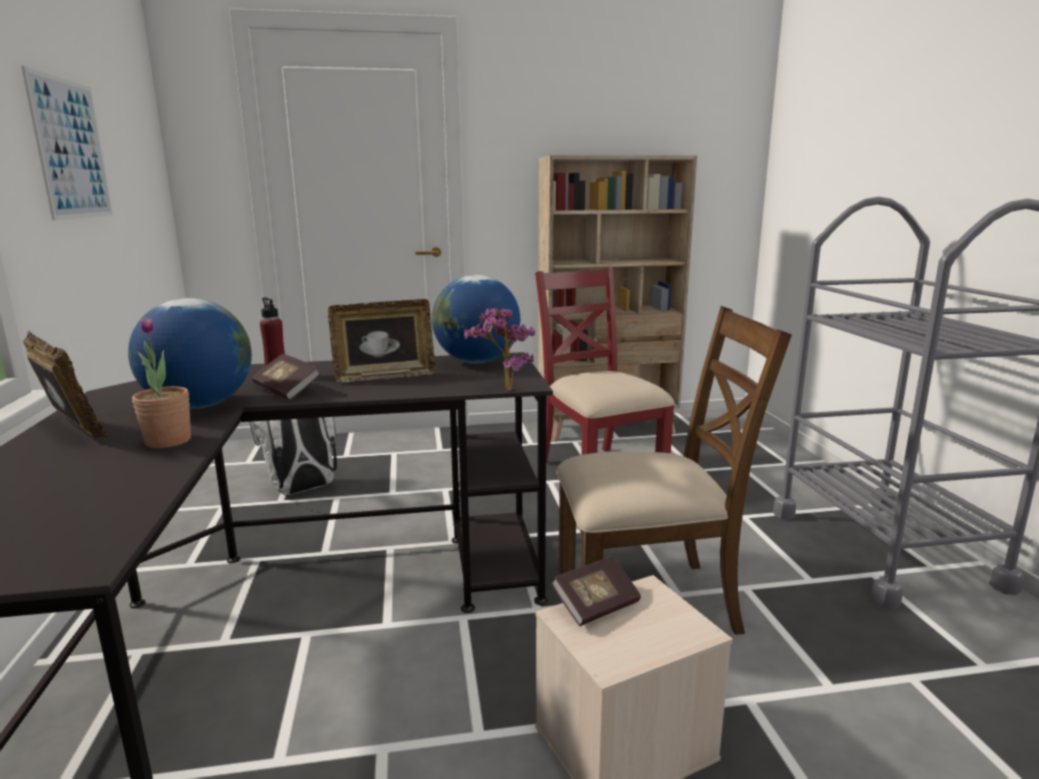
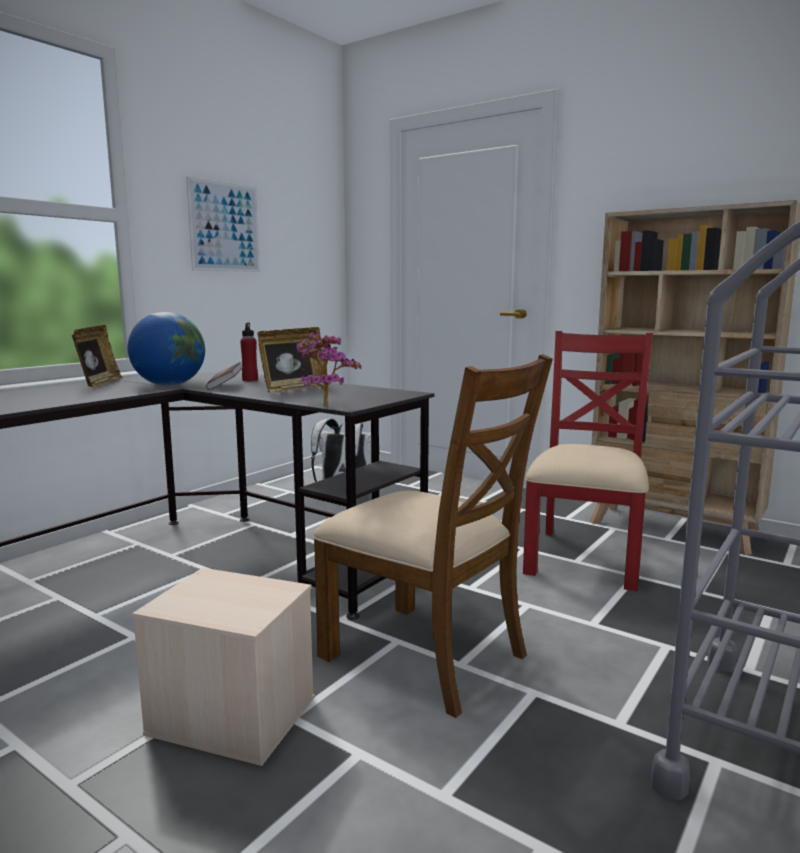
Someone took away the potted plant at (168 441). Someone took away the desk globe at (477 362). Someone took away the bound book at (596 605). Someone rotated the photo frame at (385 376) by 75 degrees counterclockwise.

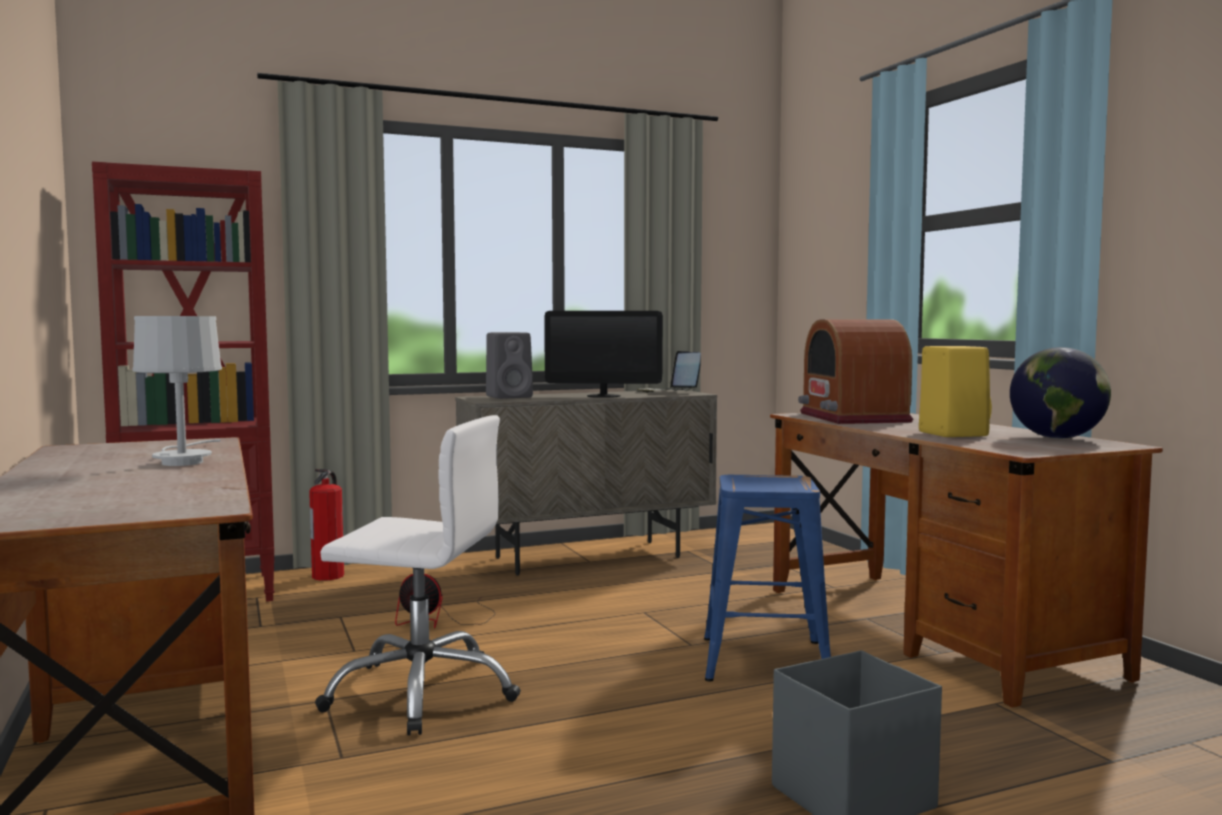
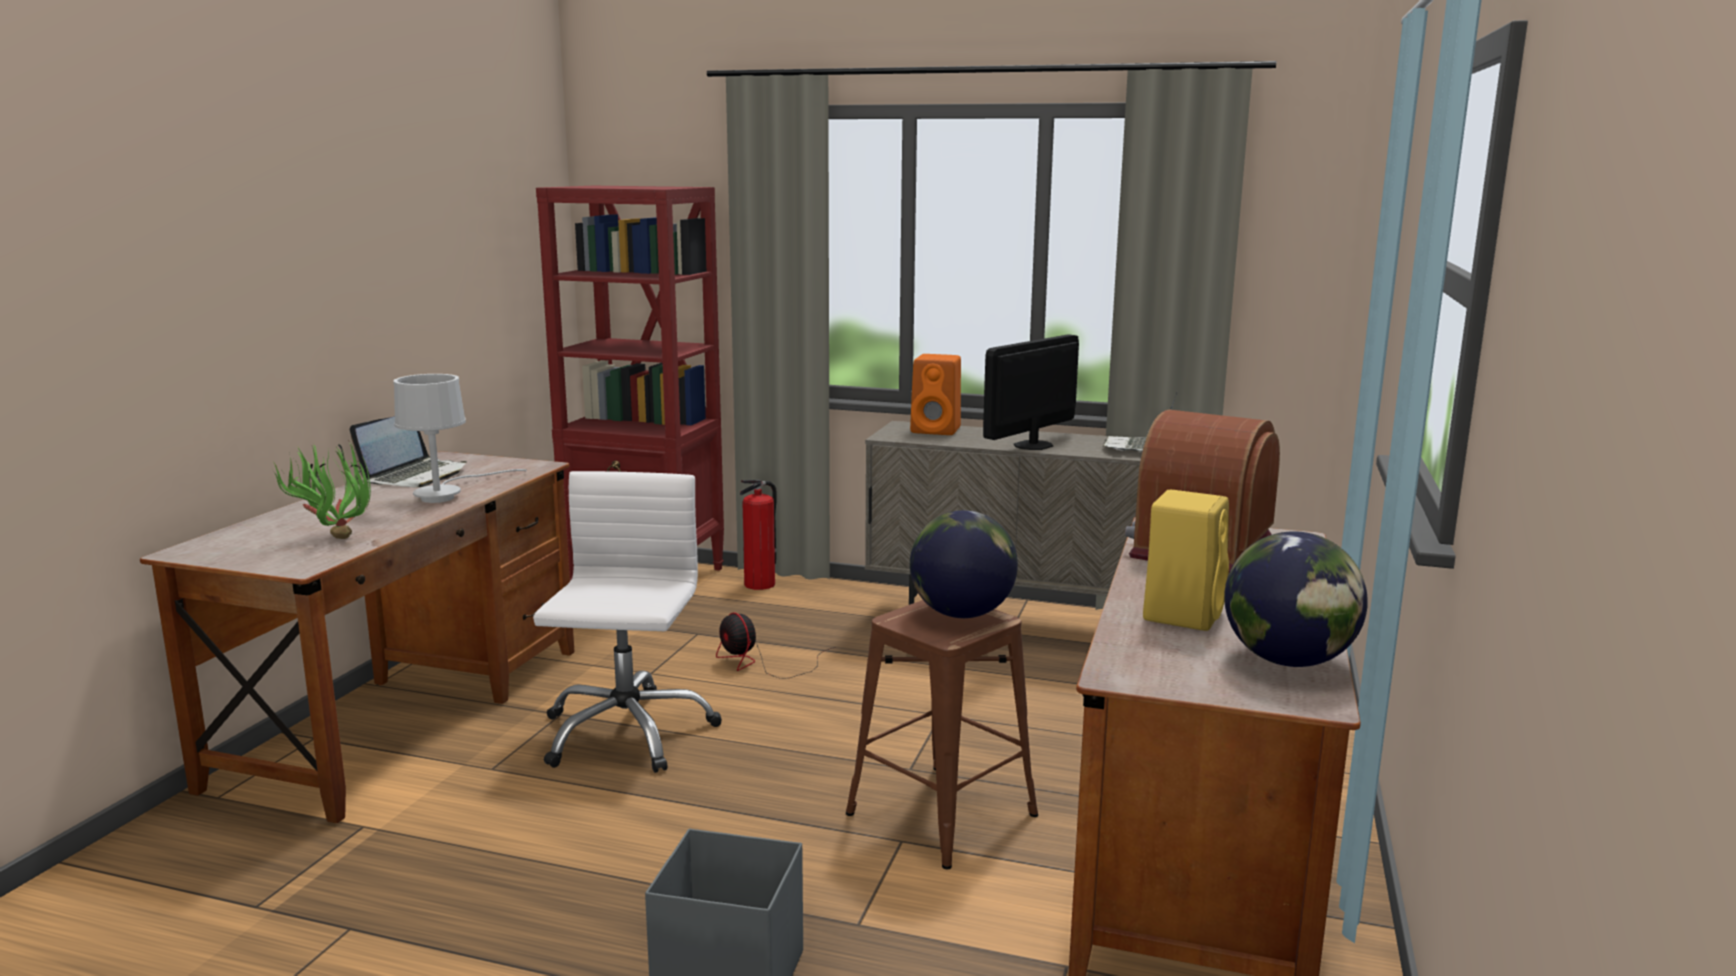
Someone put down the potted plant at (332 537). Someone put down the notebook computer at (415 476). Someone put down the desk globe at (961 614). Someone repainted the audio speaker in greyish at (510 396), which became the audio speaker in orange at (937 430). Someone repainted the stool seat in blue-coloured at (763 660), which became the stool seat in brown at (940 813). Someone rotated the office chair in whitish at (422 692) by 135 degrees counterclockwise. Someone rotated the monitor at (603 396) by 90 degrees clockwise.

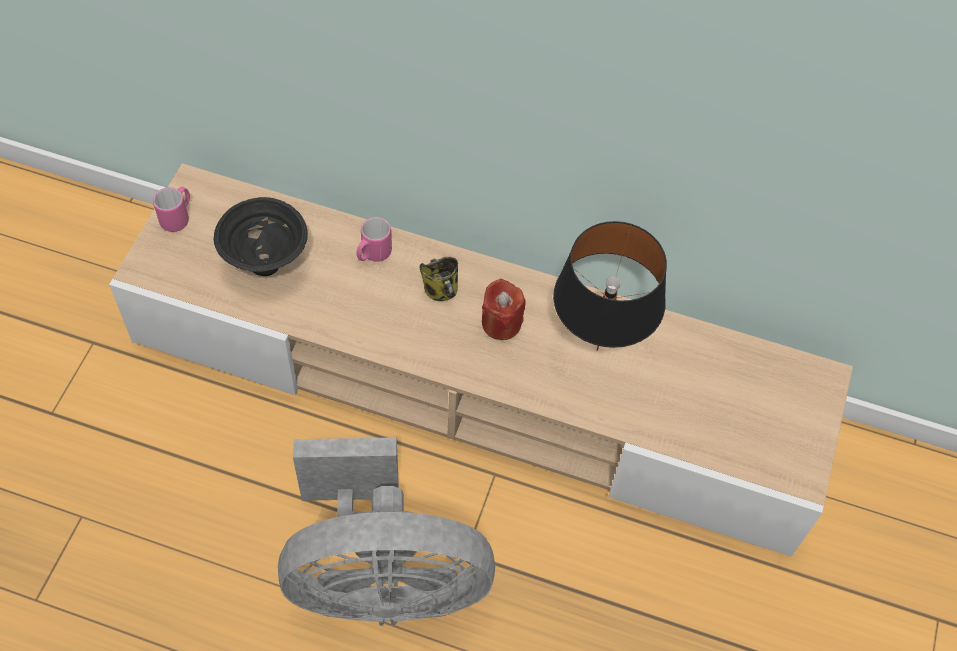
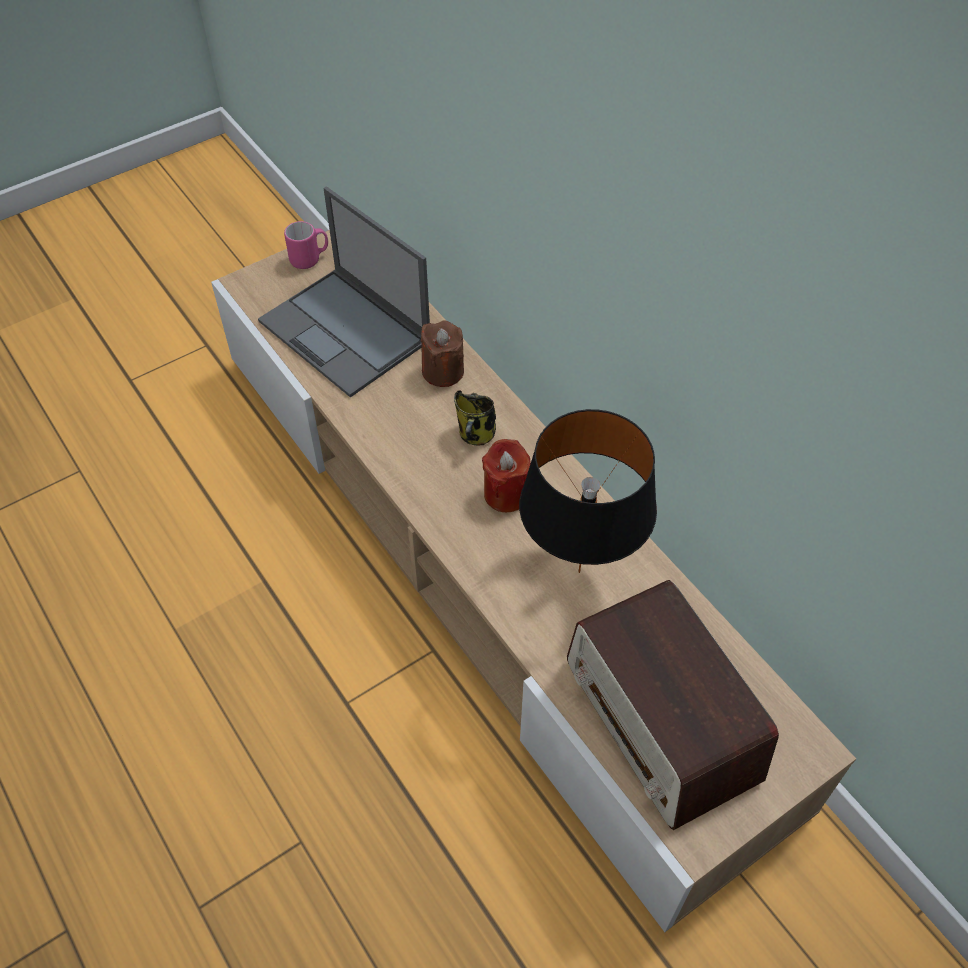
Someone took away the fan in greyish at (382 579). Someone put down the radio at (661 722). Someone swapped the serving bowl in black at (267 264) for the notebook computer at (346 332). Someone swapped the coffee mug in pinkish at (373 254) for the candle in brown at (443 371).

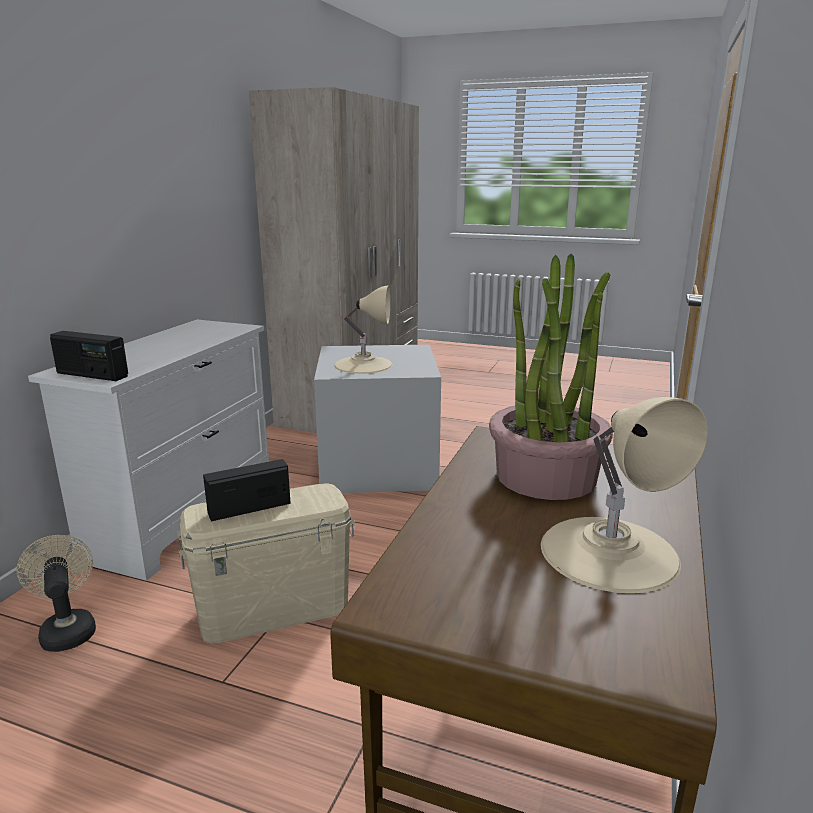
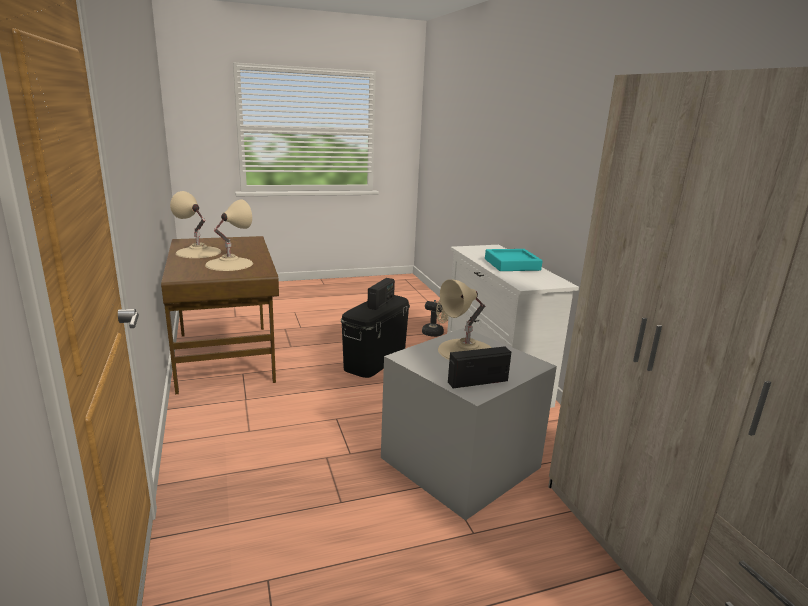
Someone put down the serving tray in turquoise-coloured at (512 264). Someone carried the radio from (92 375) to (477 381). Someone swapped the potted plant at (545 477) for the tabletop lamp in beige-coloured at (229 264). Someone repainted the storage bin in beige-coloured at (274 608), which became the storage bin in black at (375 360).

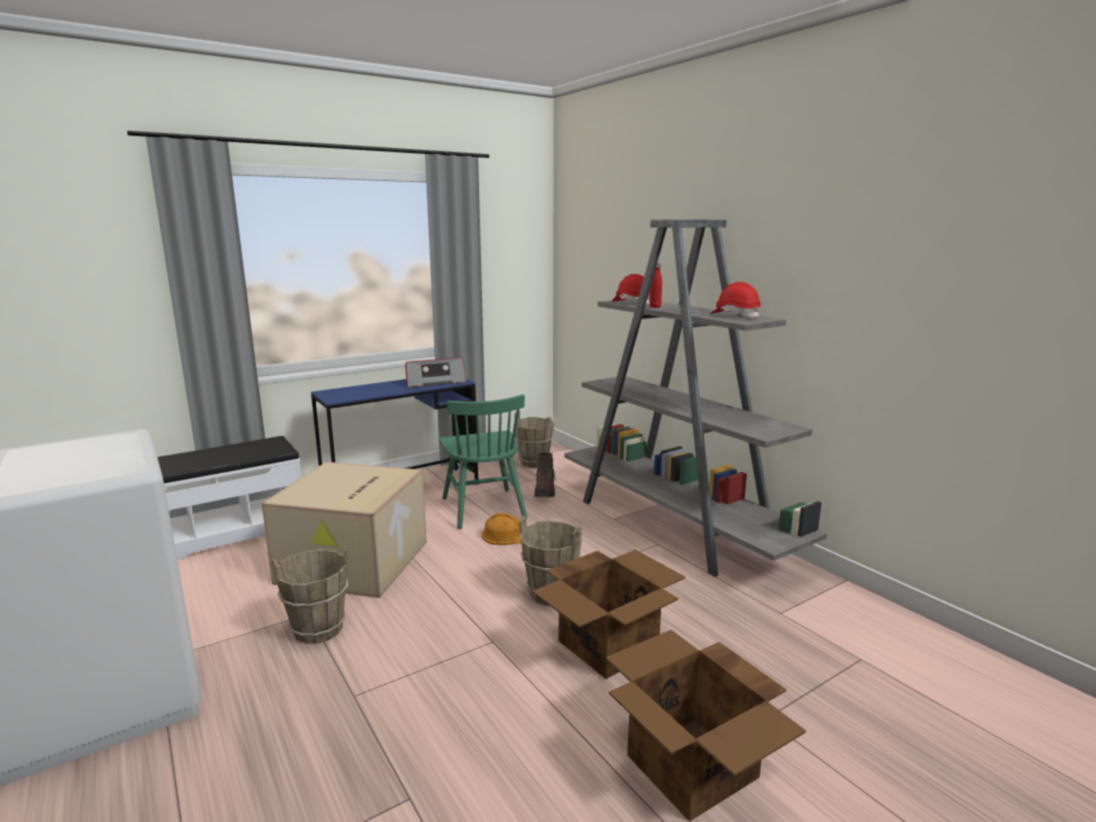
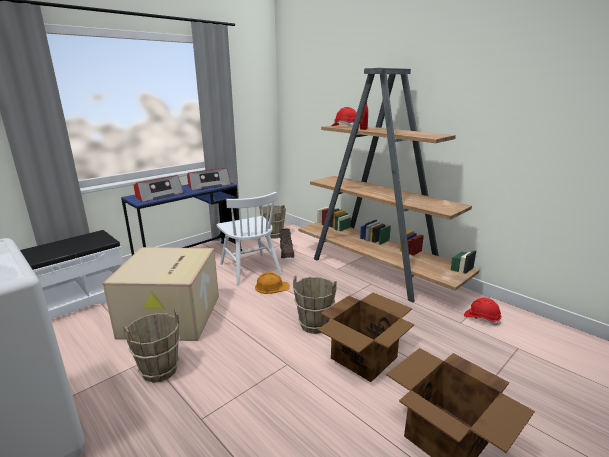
Someone put down the radio at (159 195). Someone carried the safety helmet in reddish from (735 315) to (481 318). Someone repainted the upright chair in greenish at (483 508), which became the upright chair in whitish at (250 268). Someone repainted the bookcase in greyish at (675 526), which became the bookcase in brown at (376 270).

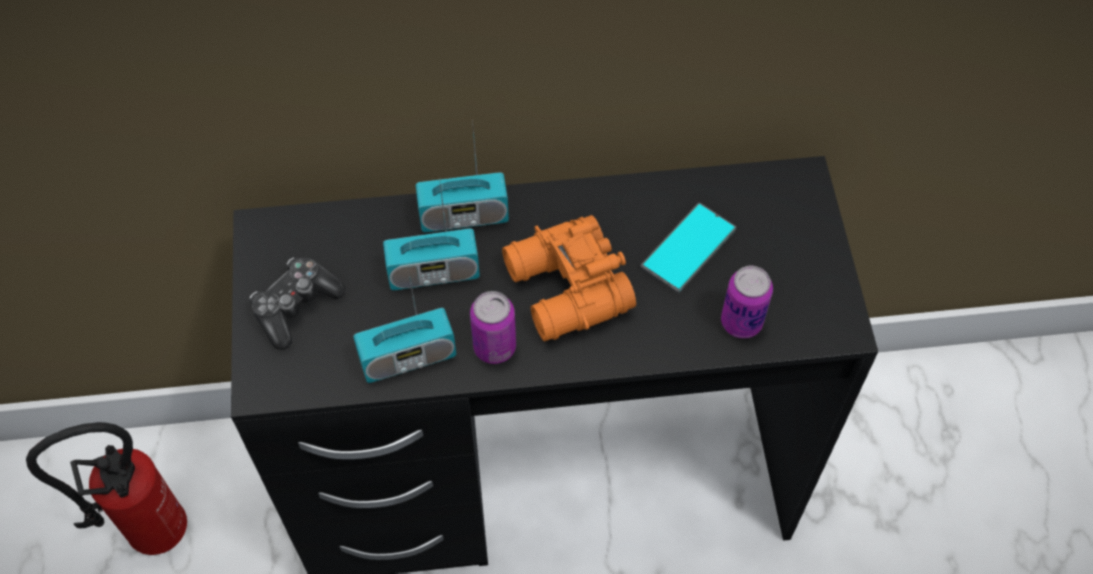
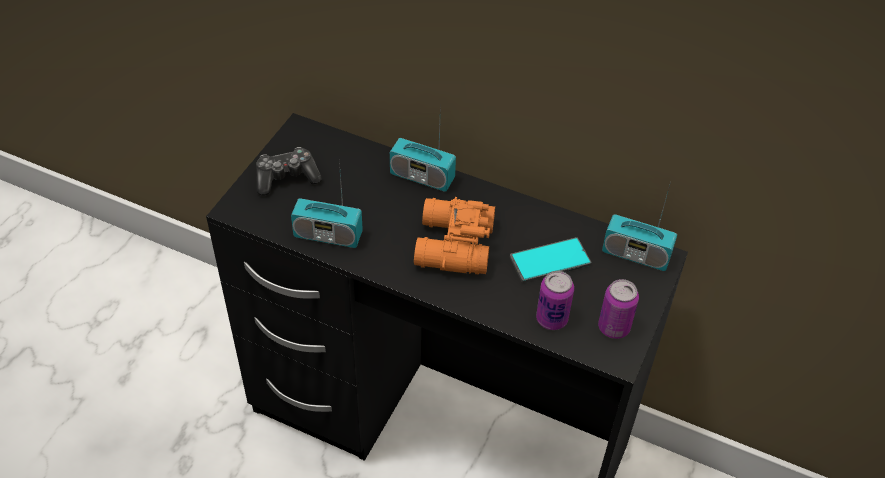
Someone took away the extinguisher at (149 531). Someone carried the radio from (433 273) to (636 254). Someone carried the sealed can from (494 347) to (613 327).

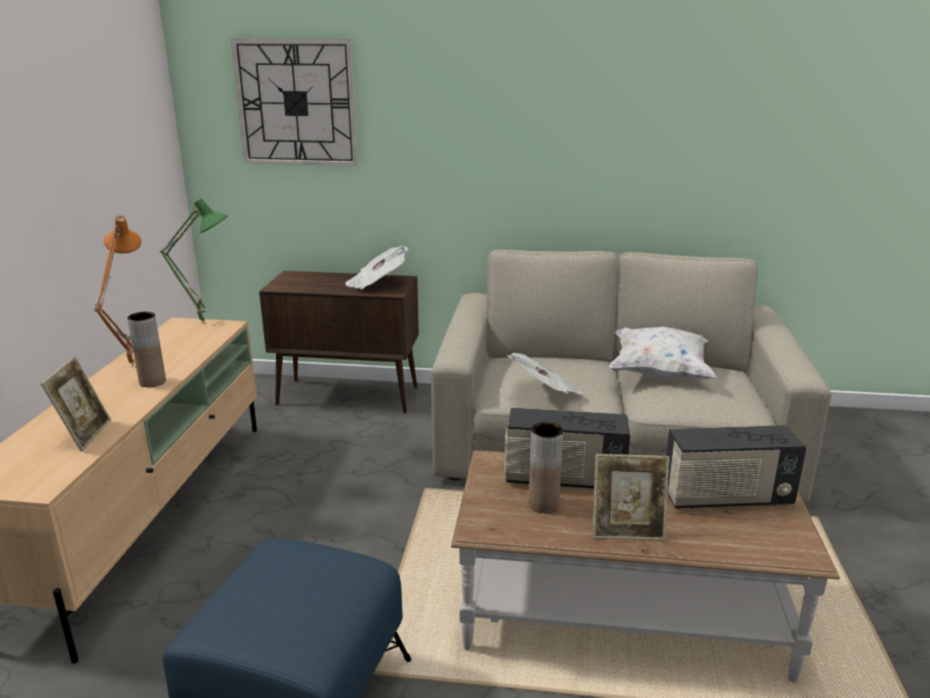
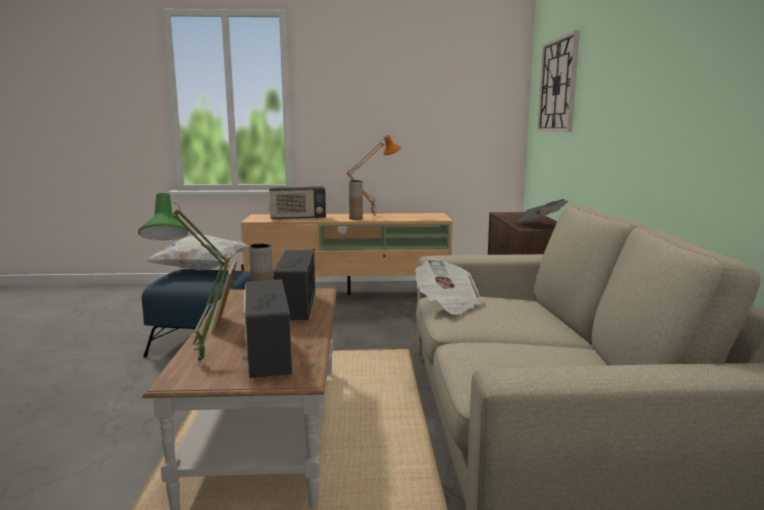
Someone carried the tabletop lamp in greenish from (204 322) to (203 364). Someone carried the pillow in whitish from (659 373) to (202 269). Someone swapped the photo frame at (85 435) for the radio at (298 218).

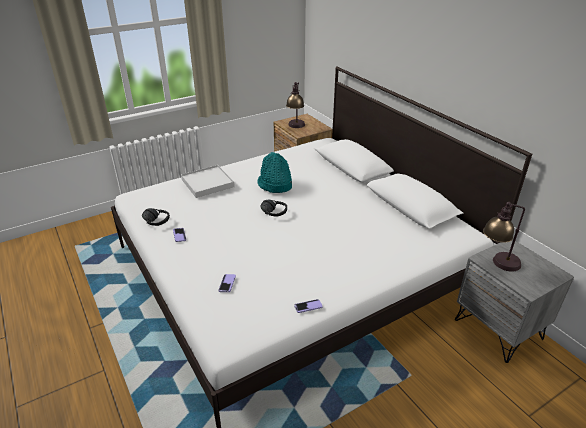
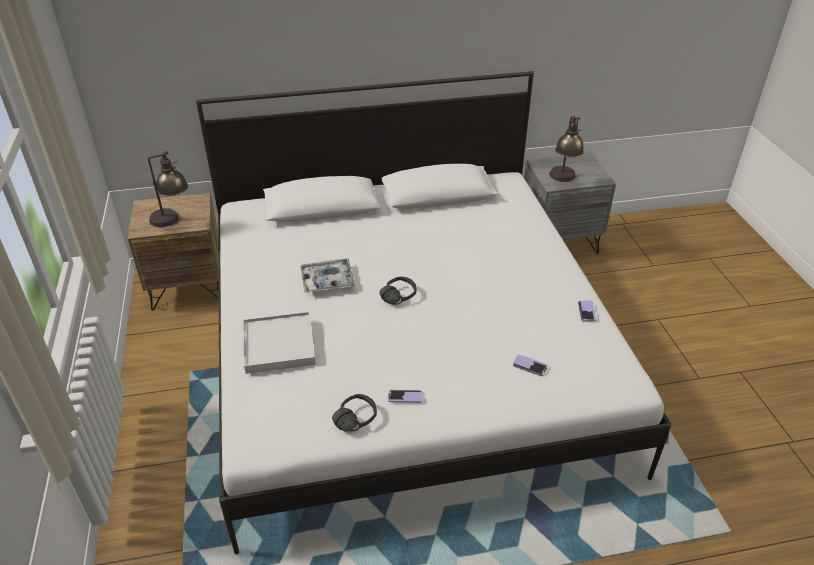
Someone swapped the clothing hat in turquoise-coloured at (275 184) for the serving tray at (327 280).

